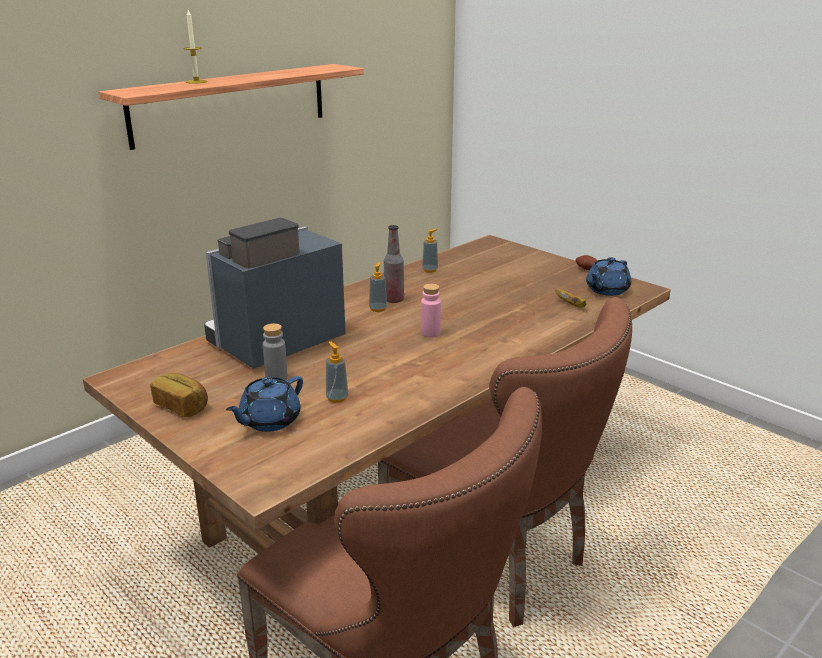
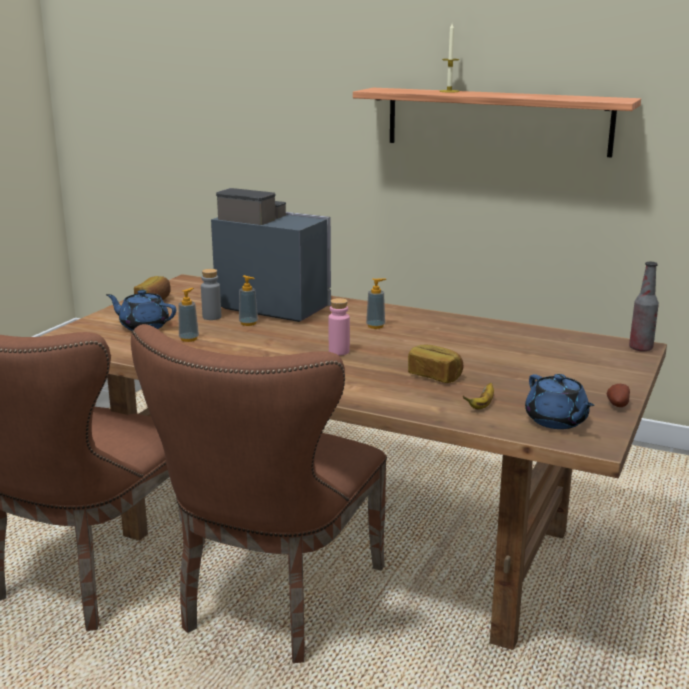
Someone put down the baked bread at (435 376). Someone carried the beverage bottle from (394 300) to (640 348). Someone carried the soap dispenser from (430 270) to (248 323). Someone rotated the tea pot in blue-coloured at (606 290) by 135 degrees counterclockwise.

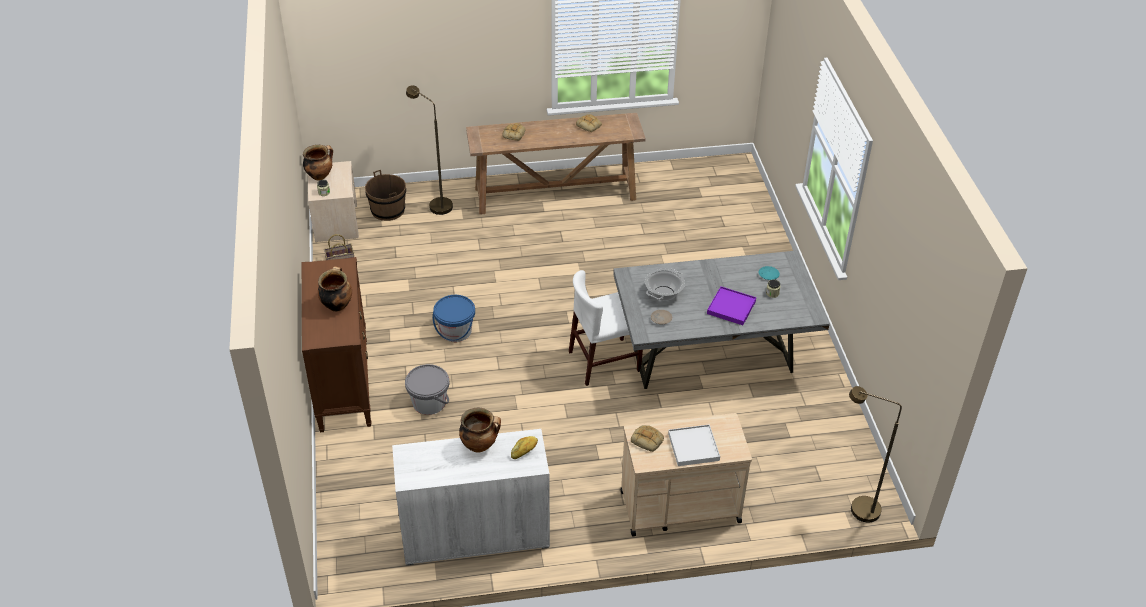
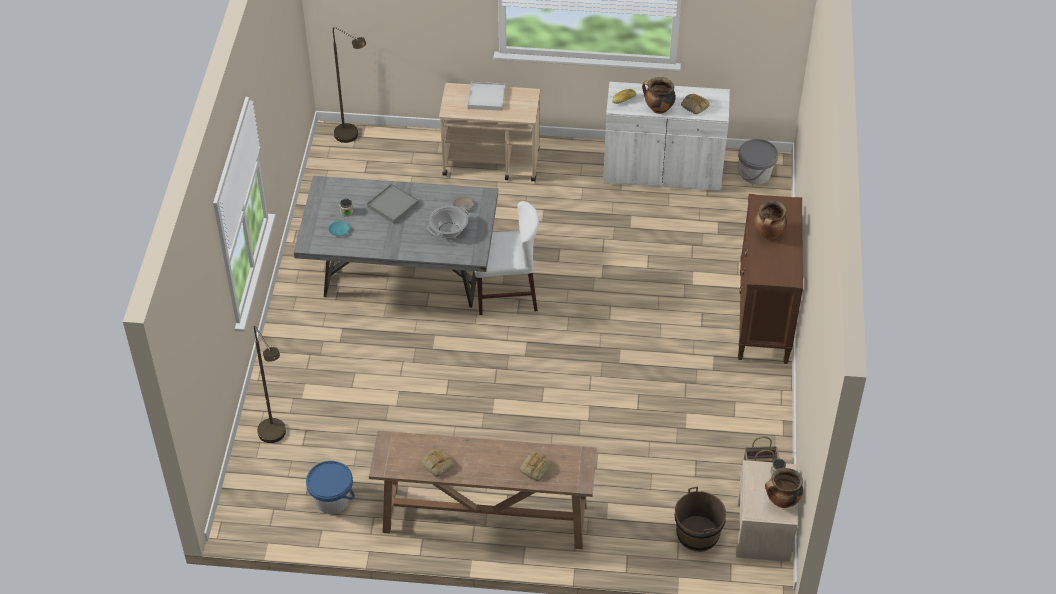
Someone carried the water bucket in greyish from (429 402) to (755 174). Someone carried the floor lamp in brown from (436 204) to (276 437). Someone carried the water bucket in blue-coloured from (455 331) to (332 499). Someone carried the baked bread from (648 440) to (694 106). Someone repainted the serving tray in purple at (731 307), which became the serving tray in greyish at (393 205).

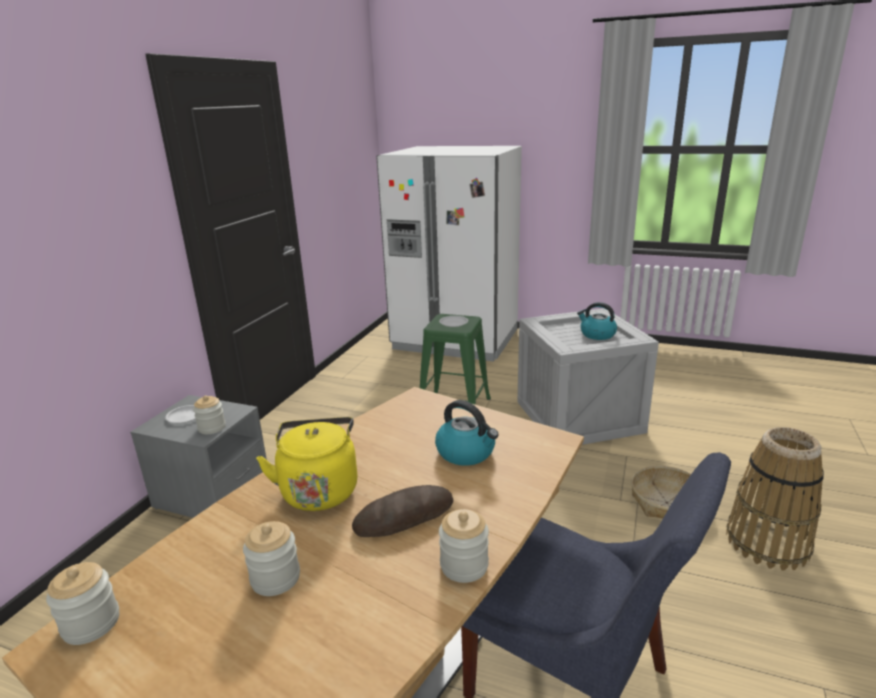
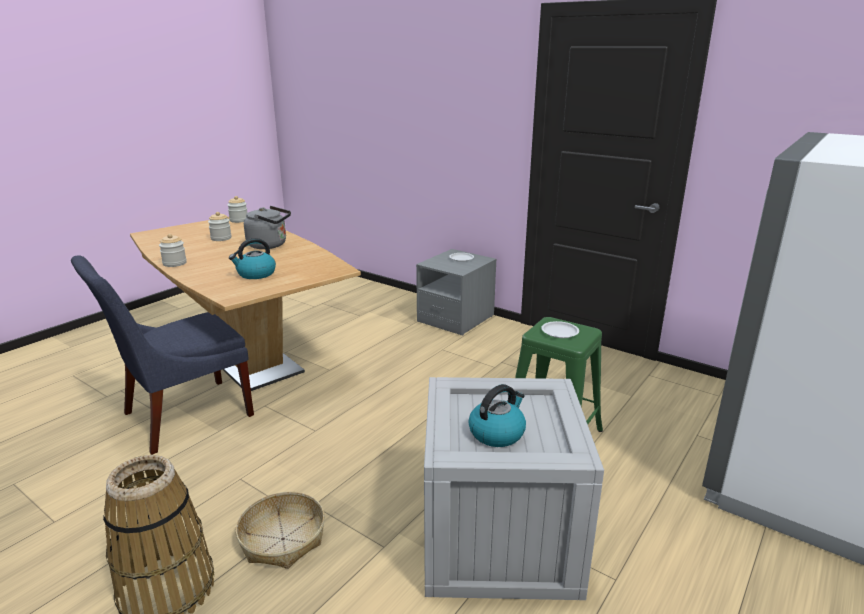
Someone took away the jar at (212 428). Someone took away the baked bread at (404 517). Someone repainted the tea kettle in yellow at (319 489), which became the tea kettle in greyish at (270 245).

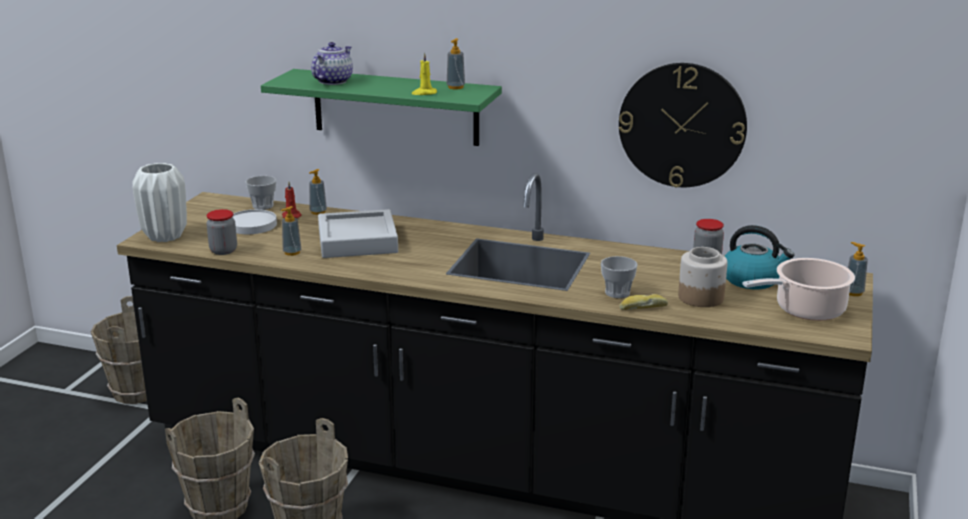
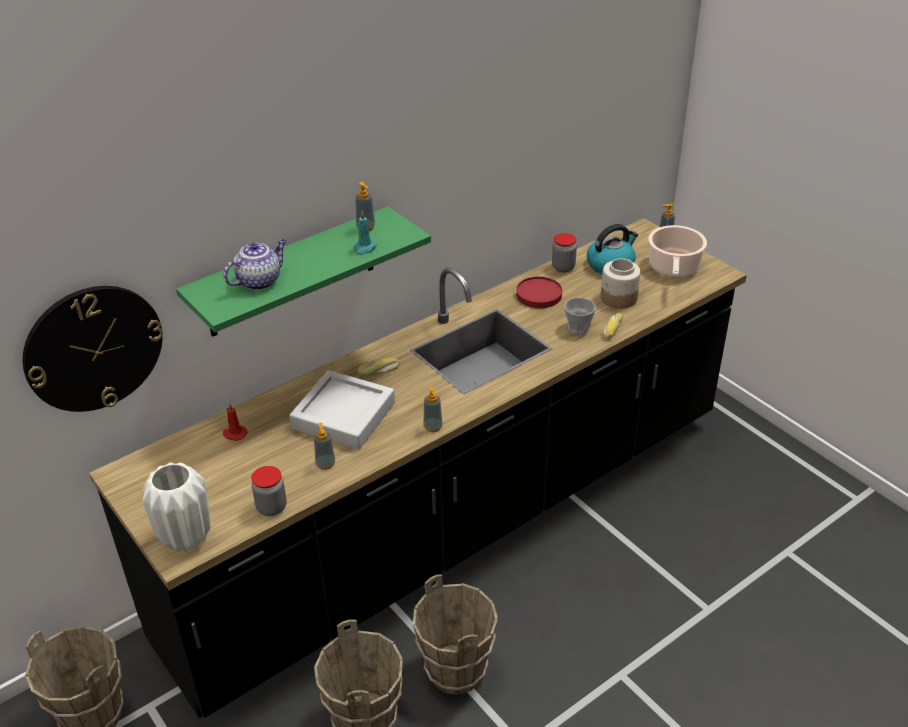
Someone took away the plate in whitish at (252 225). Someone took away the cup at (263 206). Someone put down the baked bread at (379 371). Someone put down the plate in reddish at (539 294). Someone carried the soap dispenser from (318 212) to (433 427). Someone carried the hanging clock from (682 125) to (93 348). Someone repainted the candle in yellow at (424 93), which became the candle in turquoise-coloured at (364 248). Someone rotated the tea pot at (333 81) by 75 degrees clockwise.

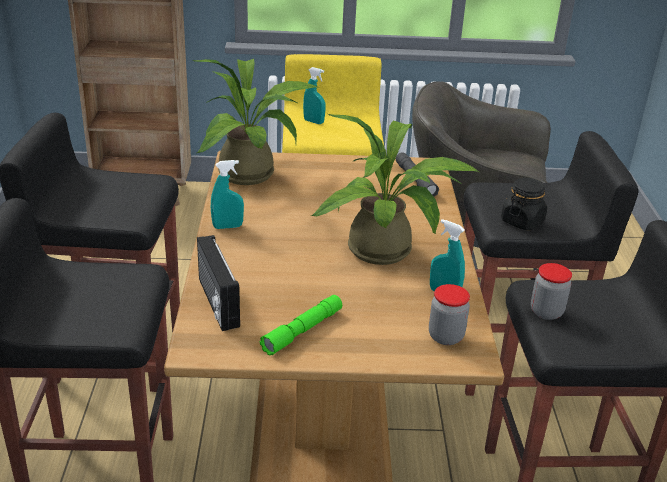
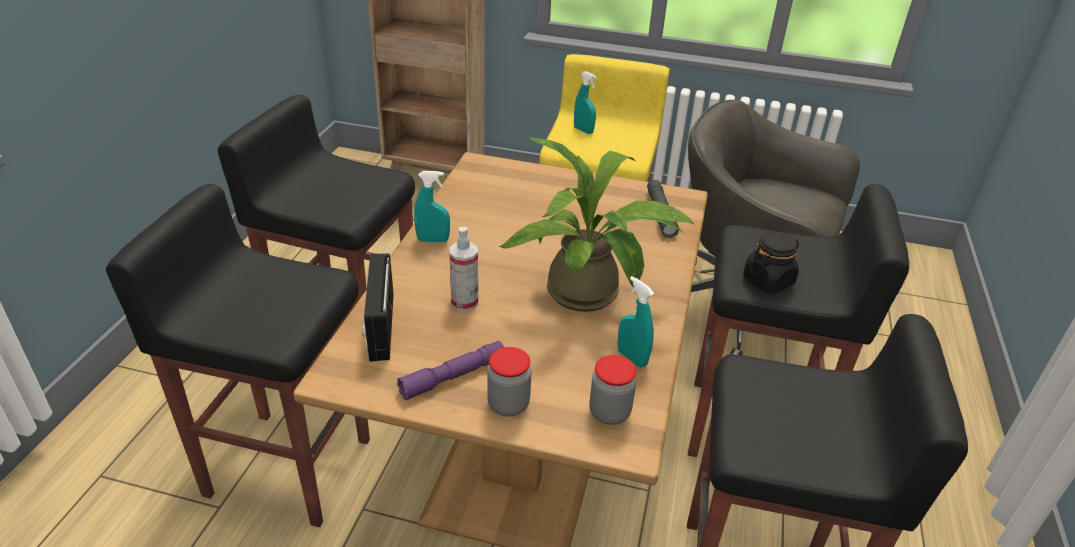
Someone took away the potted plant at (254 174). Someone put down the spray bottle at (464 302). Someone carried the jar from (546 312) to (508 404). Someone repainted the hand torch in greenish at (302 331), which became the hand torch in purple at (453 376).

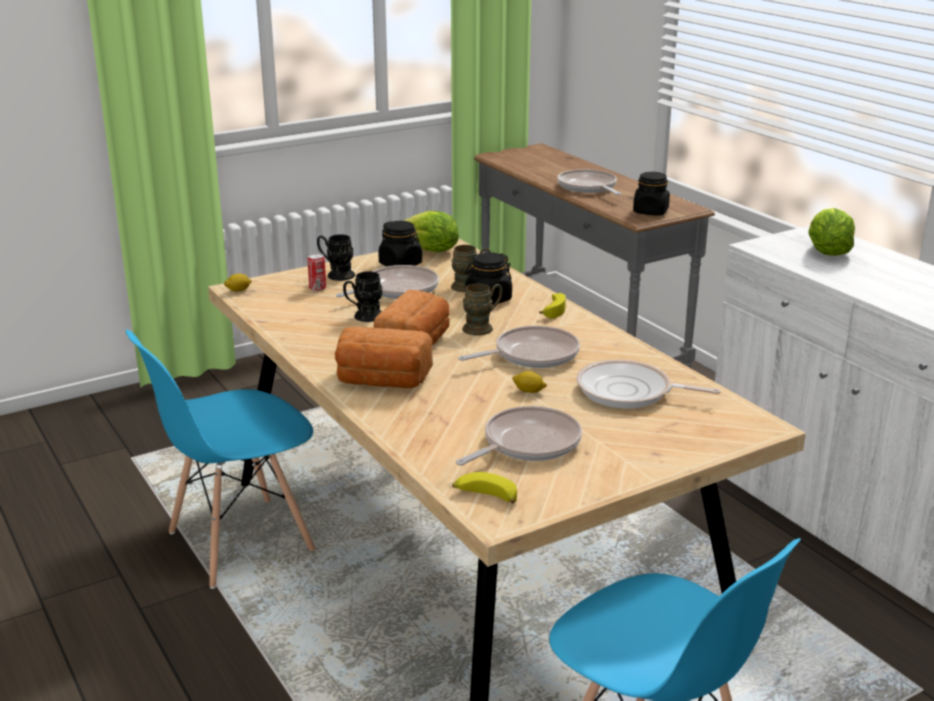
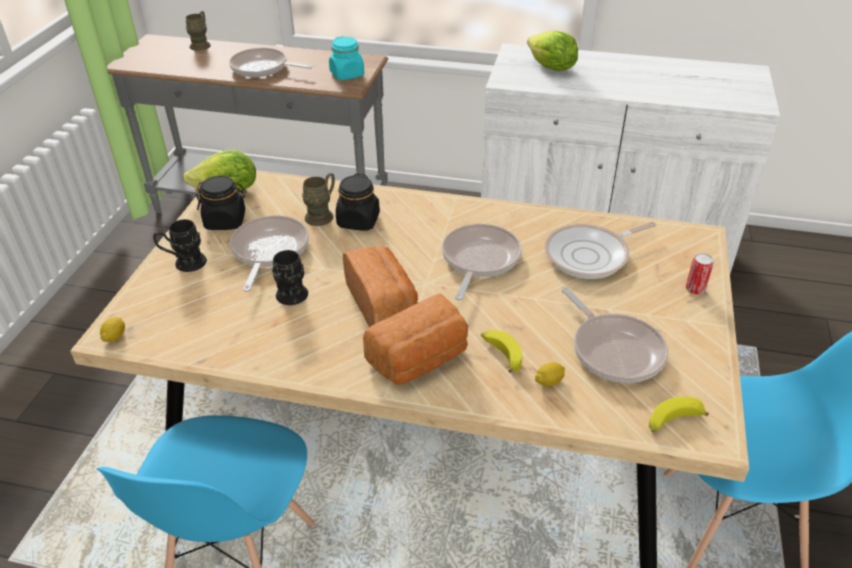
Someone carried the sealed can from (317 288) to (695 289). Someone carried the coffee mug in brown from (483 327) to (202 44). Someone carried the lemon from (529 391) to (549 381). Someone carried the whole banana from (552 310) to (501 354). Someone repainted the jar in black at (650 212), which became the jar in turquoise-coloured at (347 74). Someone rotated the skillet at (527 444) by 150 degrees clockwise.

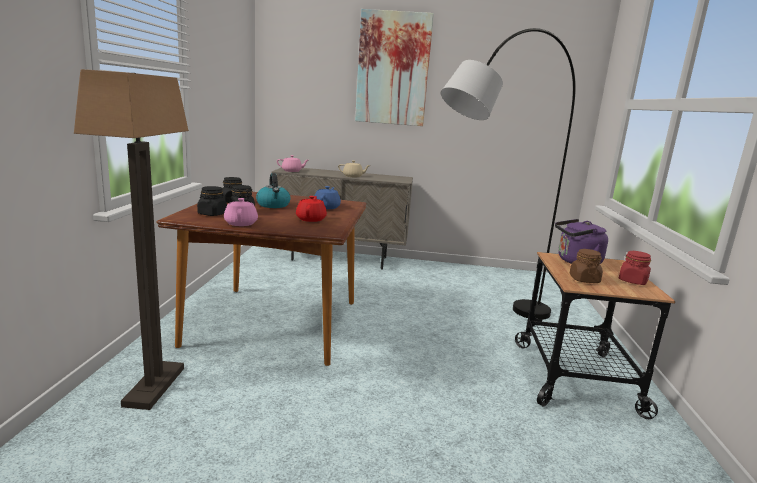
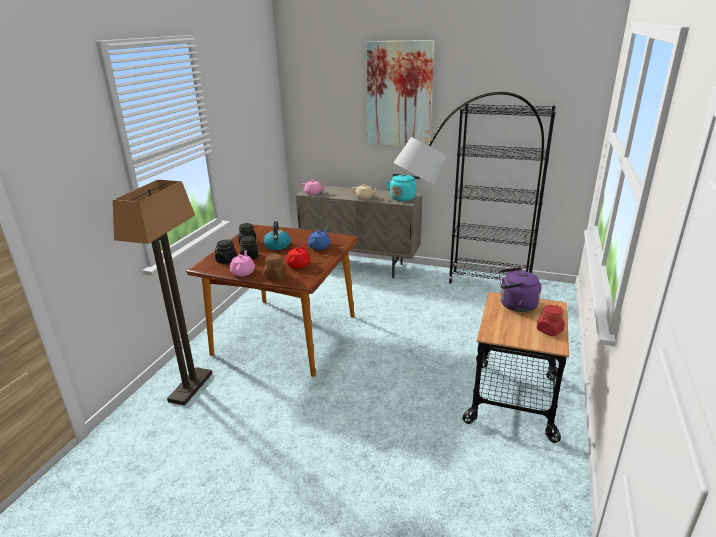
Someone put down the tea kettle in turquoise-coloured at (403 198). Someone put down the bookcase in black at (490 282). Someone carried the jar in brown from (584 279) to (275 276).

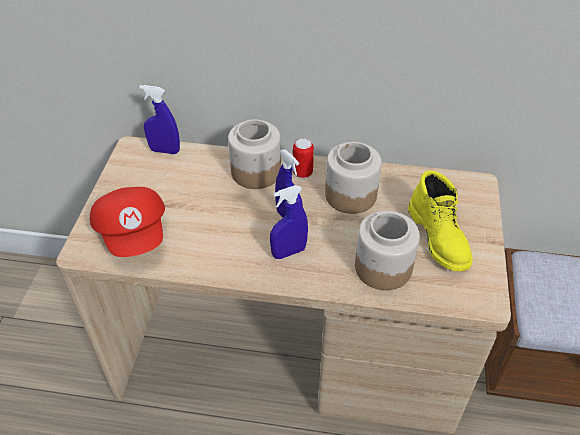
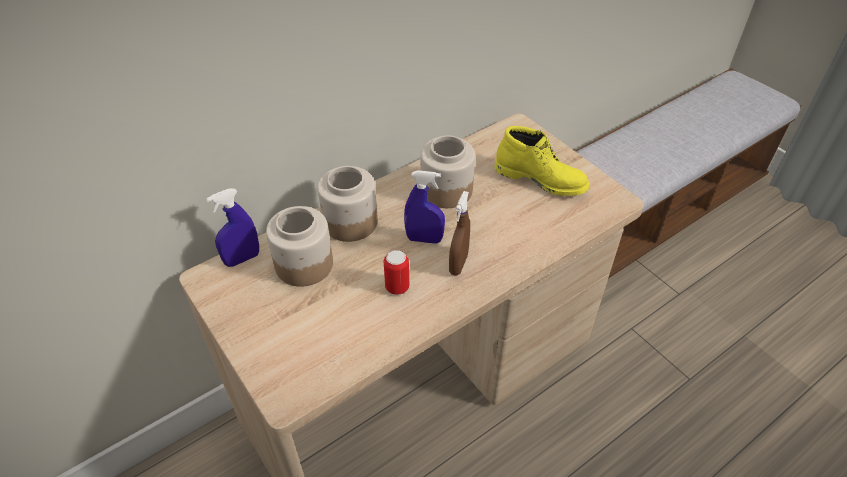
Someone took away the cap in reddish at (134 233). Someone carried the sealed can from (302 173) to (397 287). Someone carried the jar from (382 267) to (303 264). Someone repainted the spray bottle in blue-coloured at (289 252), which became the spray bottle in brown at (458 264).

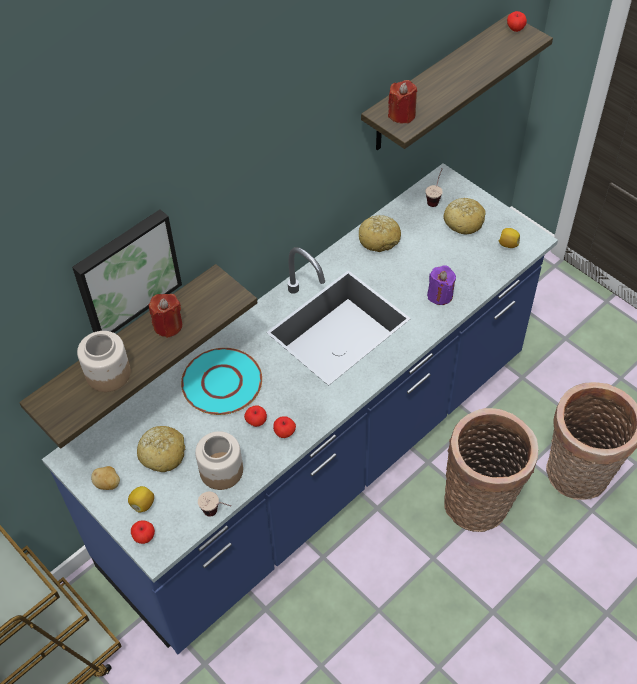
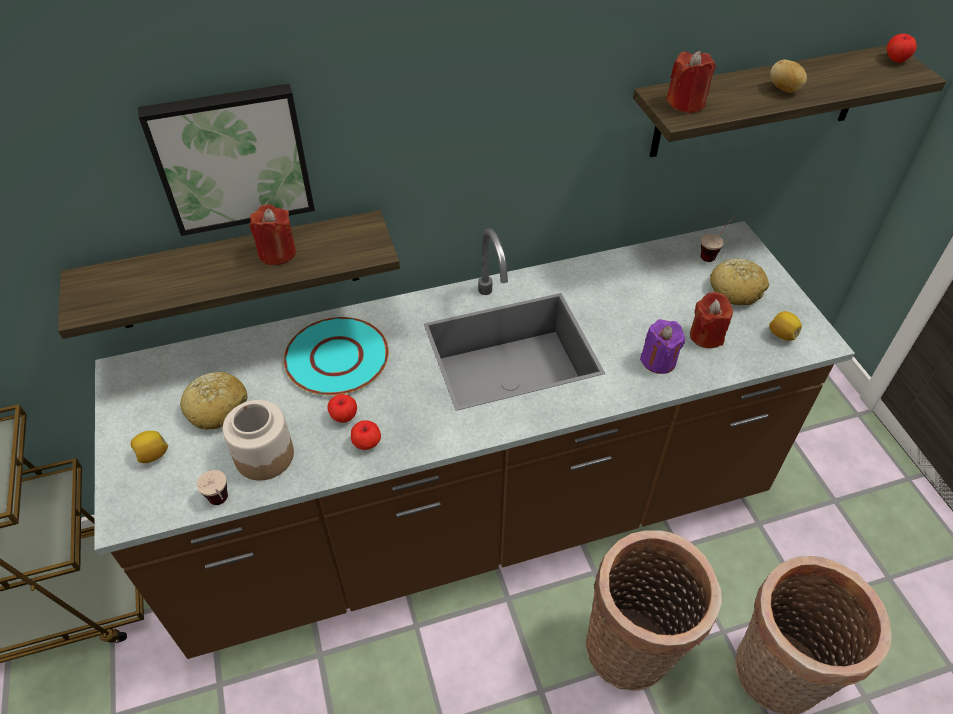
Someone took away the jar at (107 374). Someone took away the whole apple at (144 536). Someone took away the baked bread at (379 239). Someone put down the candle in reddish at (706 336). Someone carried the whole potato from (108 484) to (784 89). Someone repainted the counter in blue-coloured at (322 461), which became the counter in brown at (476 517).

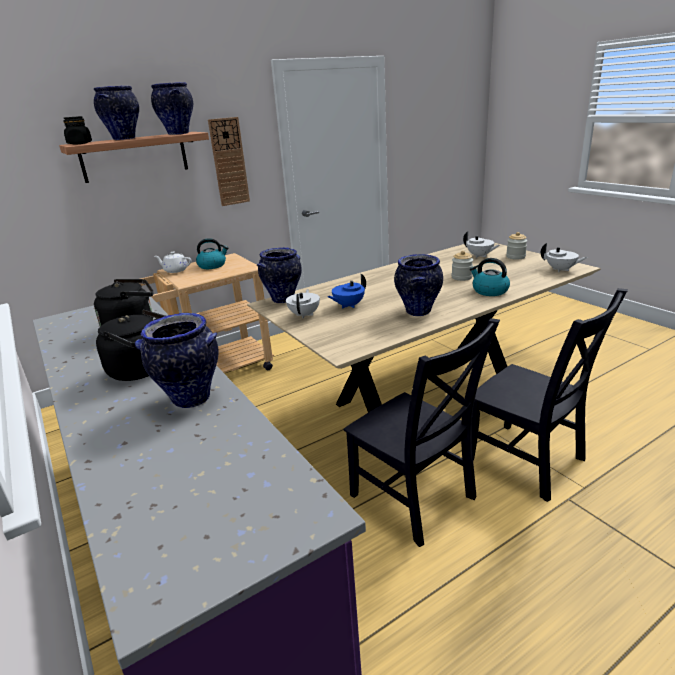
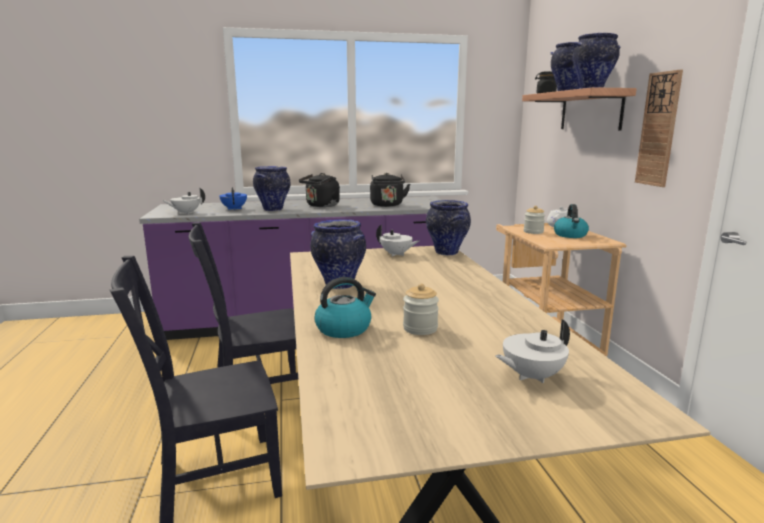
Someone carried the tea pot in blue-coloured from (348 306) to (234 209). Someone carried the jar from (515 257) to (533 232). Someone carried the tea pot in whitish from (560 270) to (186 213).

